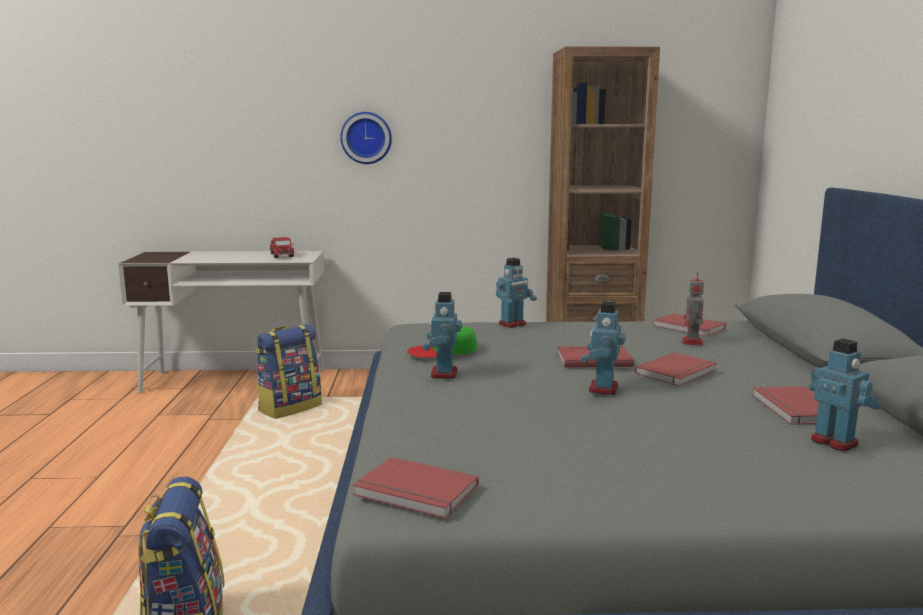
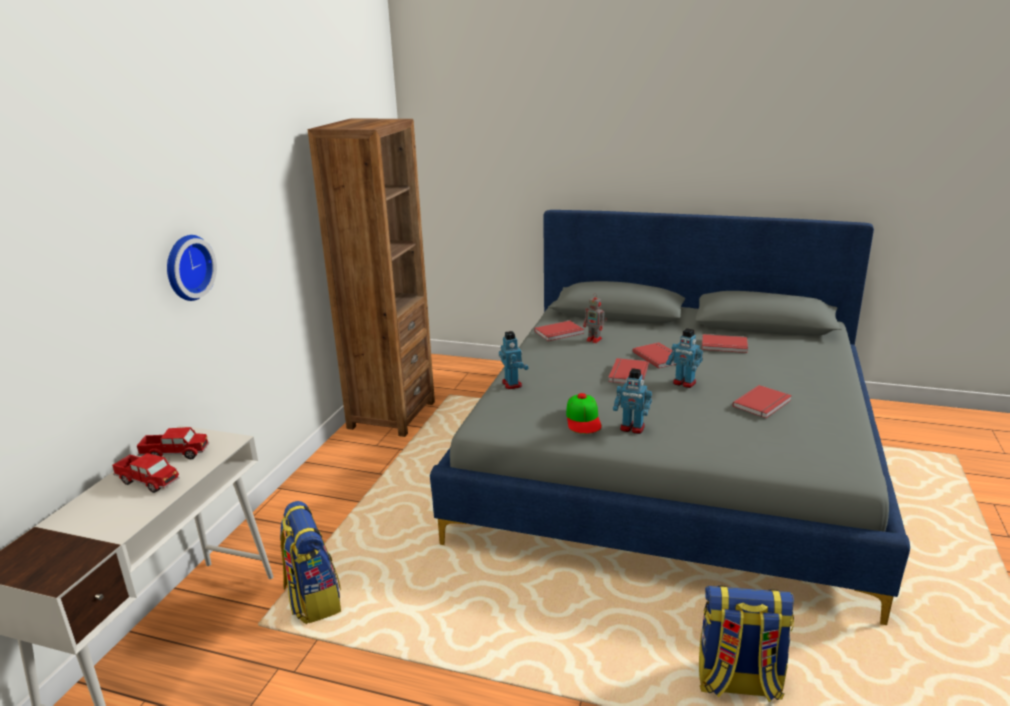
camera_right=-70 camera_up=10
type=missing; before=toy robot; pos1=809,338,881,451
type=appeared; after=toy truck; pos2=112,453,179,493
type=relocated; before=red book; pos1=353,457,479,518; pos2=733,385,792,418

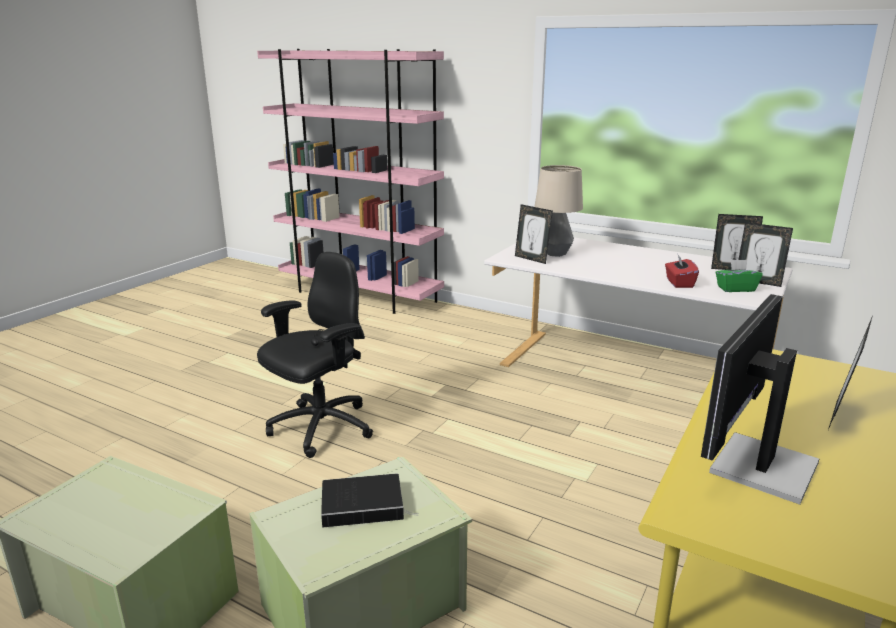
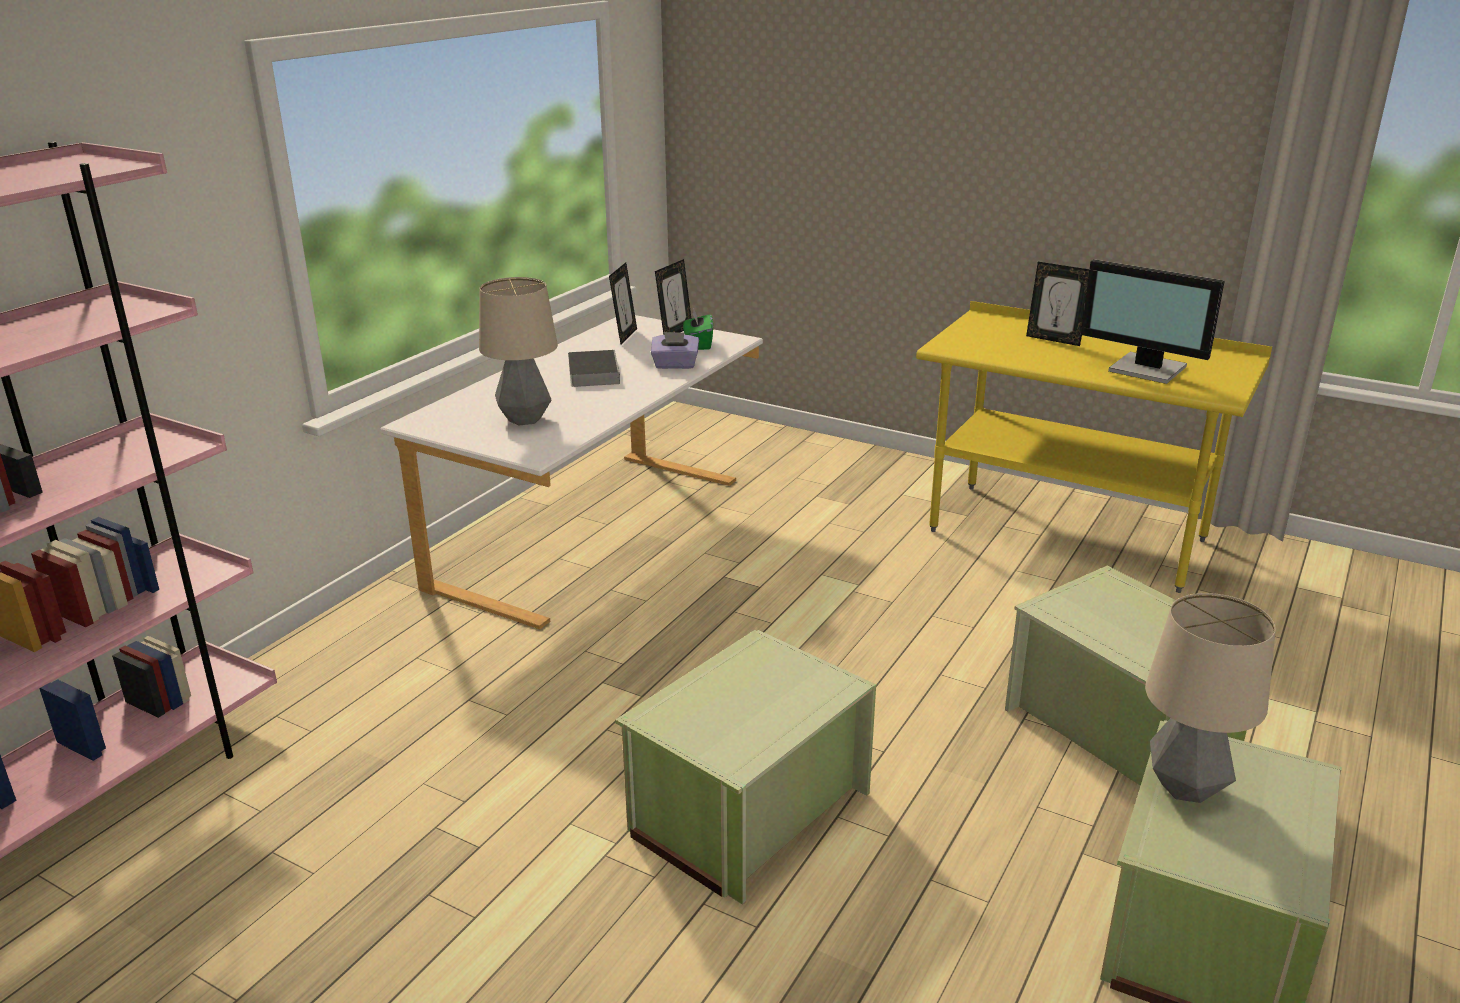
camera_right=-90 camera_up=5
type=missing; before=picture frame; pos1=515,204,553,264
type=appeared; after=table lamp; pos2=1145,593,1276,803
type=relocated; before=book; pos1=321,474,419,528; pos2=568,350,620,387
type=exchanged; before=black office chair; after=green storage box; pos1=257,252,373,458; pos2=615,630,876,905
type=colour; before=red tissue box; after=purple tissue box; pos1=665,253,699,288; pos2=651,332,699,369

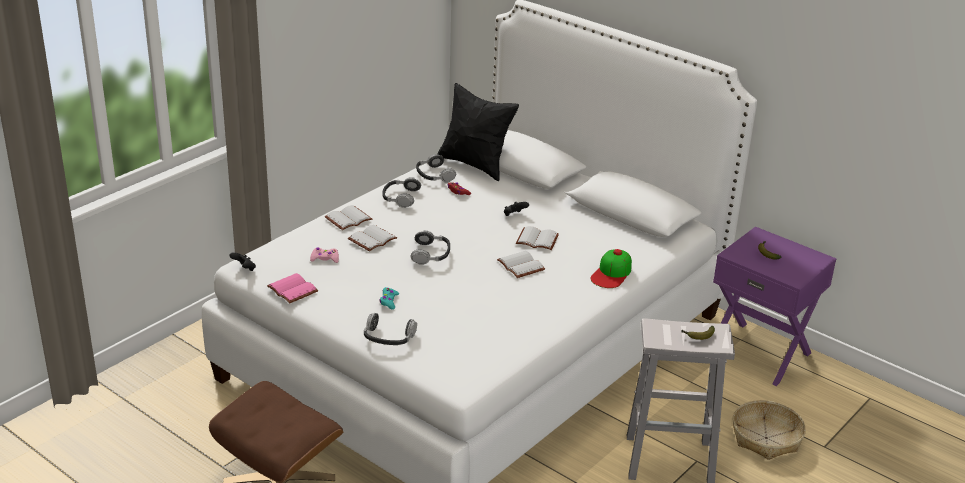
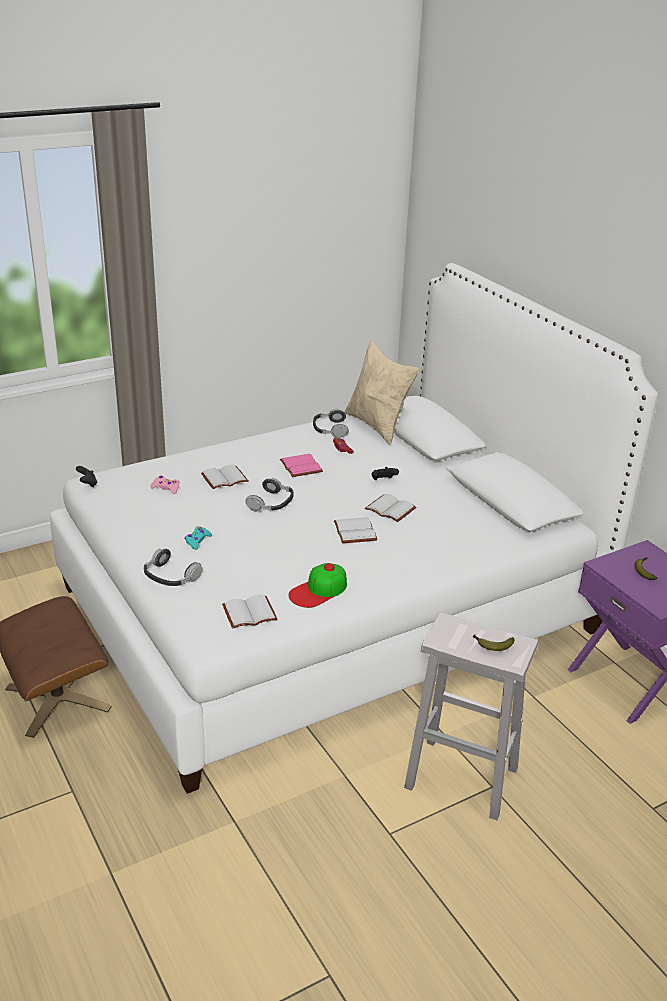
camera_right=20 camera_up=0
type=missing; before=headphones; pos1=383,177,421,208
type=missing; before=basket; pos1=733,400,806,460
type=relocated; before=pink book; pos1=267,273,318,304; pos2=280,453,323,477
type=relocated; before=white book; pos1=325,205,372,230; pos2=222,595,278,629
type=relocated; before=cap; pos1=590,249,632,288; pos2=289,563,347,608
type=colour; before=black pillow; after=beige pillow; pos1=437,83,519,181; pos2=345,340,419,445

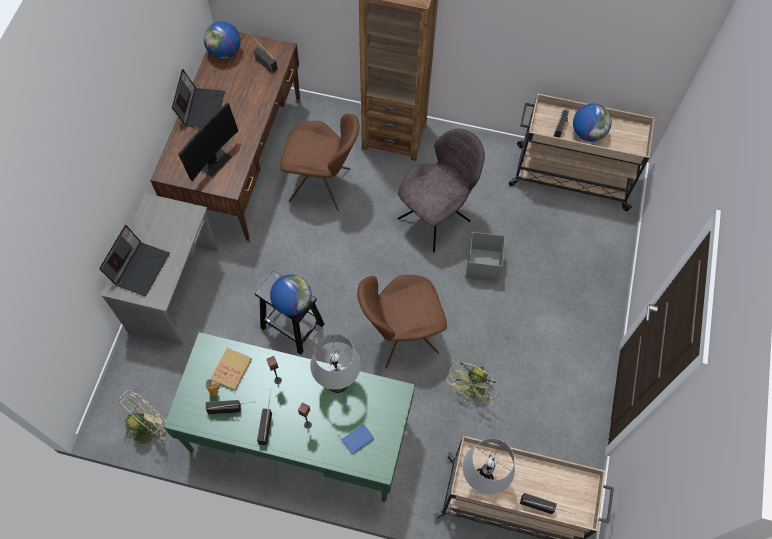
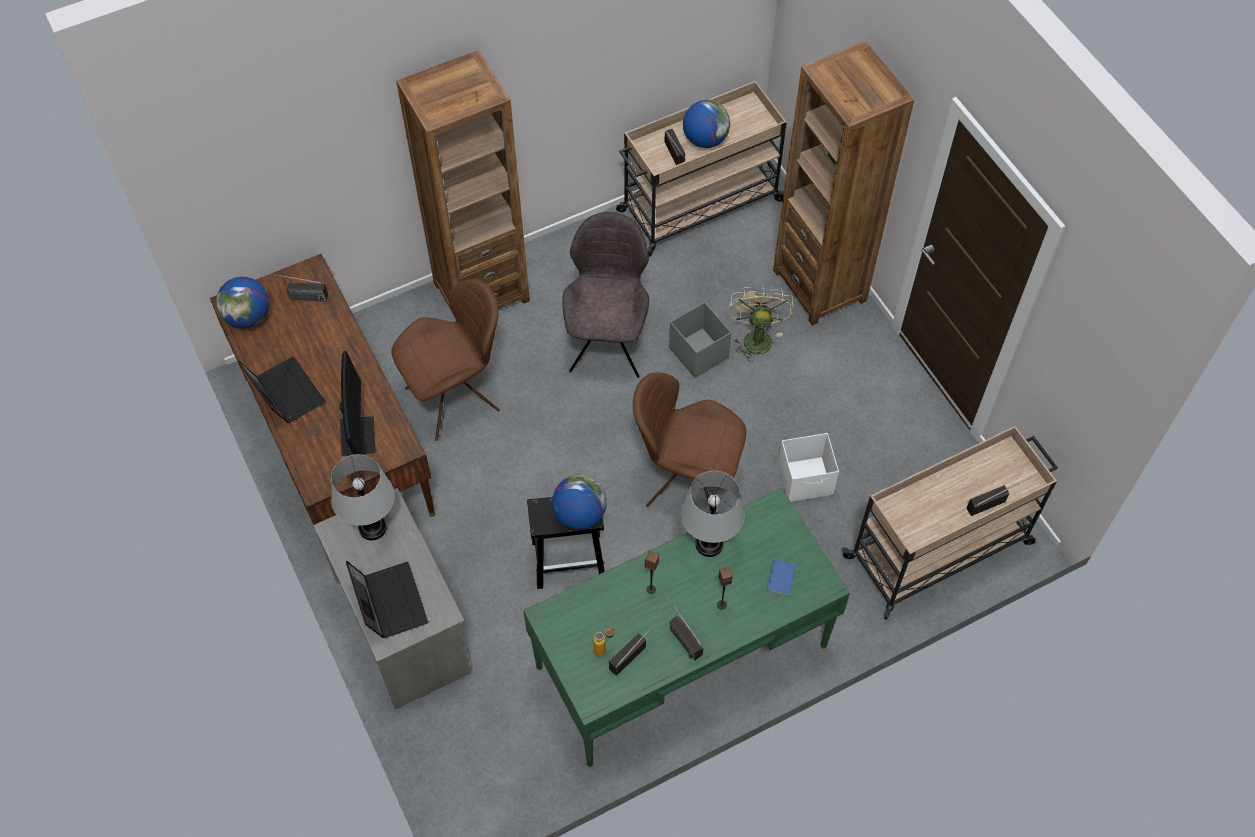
camera_right=-40 camera_up=-5
type=missing; before=book; pos1=210,348,252,391
type=appeared; after=brown bookcase; pos2=773,41,914,326
type=relocated; before=beige fan; pos1=119,390,166,444; pos2=728,285,794,362
type=relocated; before=grey table lamp; pos1=462,439,515,495; pos2=331,454,395,540
type=exchanged; before=green fan; after=white storage box; pos1=446,362,500,406; pos2=778,433,839,502
type=spun; before=brown chair; pos1=357,275,447,369; pos2=633,372,746,507; turn=75

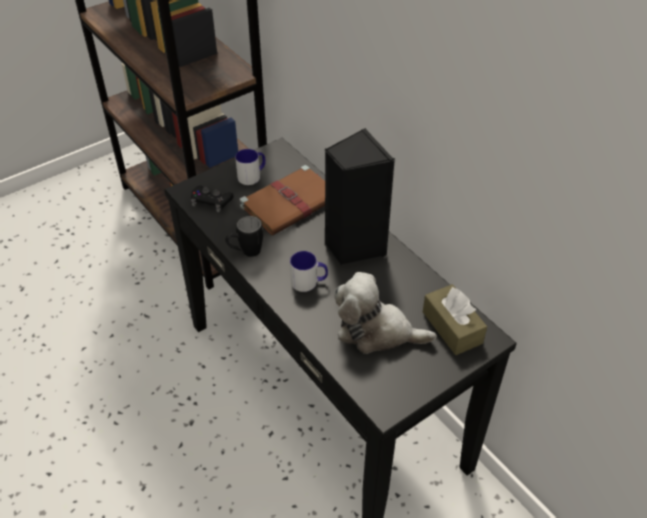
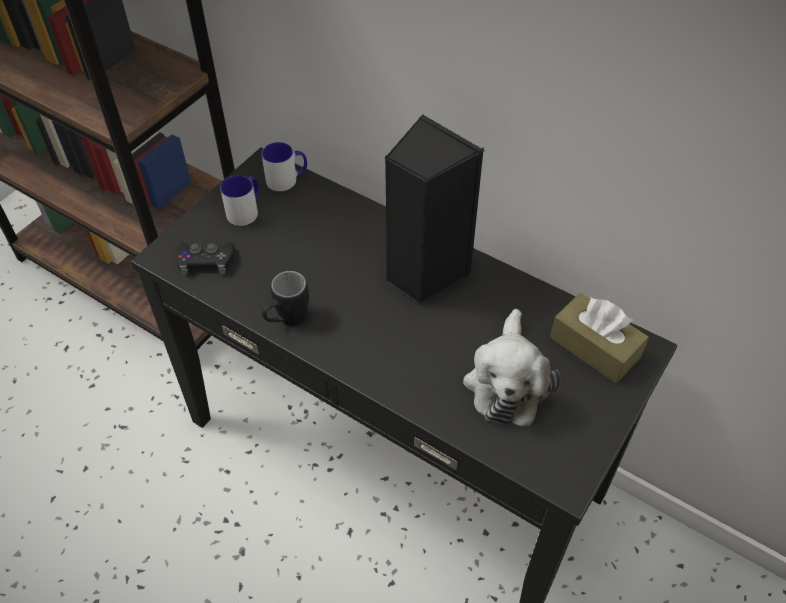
camera_right=-20 camera_up=5
type=missing; before=brown book; pos1=240,165,325,235
type=relocated; before=mug; pos1=290,251,328,292; pos2=262,142,307,191
type=spun; before=plush toy; pos1=334,272,436,354; pos2=463,309,561,426; turn=-75

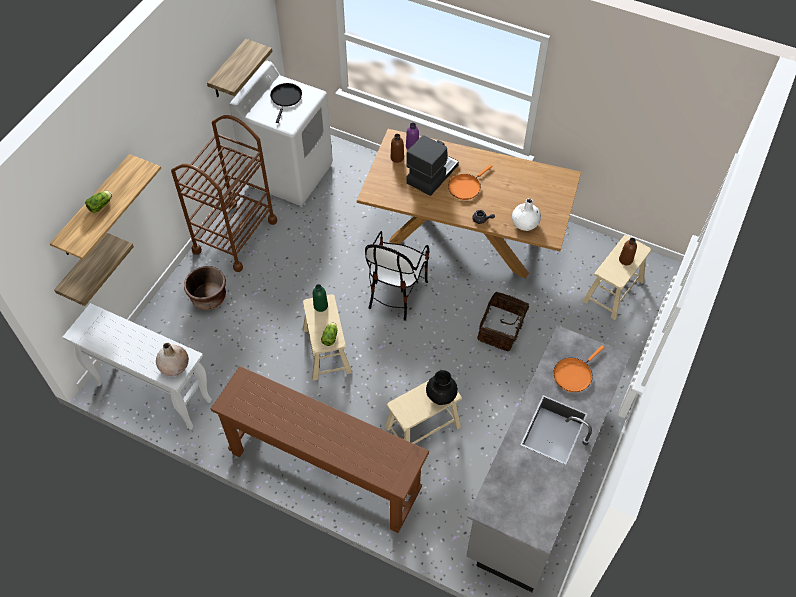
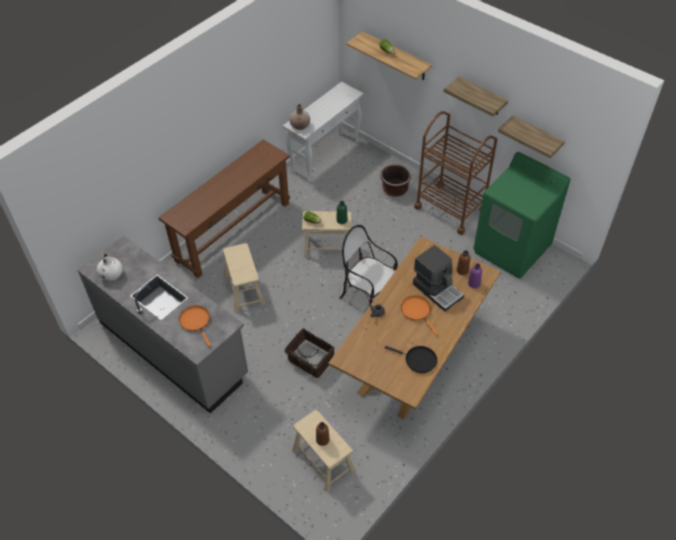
camera_right=105 camera_up=-5
type=missing; before=black vase; pos1=426,370,458,405
type=relocated; before=shelf; pos1=54,233,134,306; pos2=444,77,508,116
type=relocated; before=black frying pan; pos1=270,83,302,123; pos2=384,346,437,373
type=relocated; before=white vase; pos1=512,198,541,231; pos2=97,254,122,281
type=colour; before=white washing machine; after=green washing machine; pos1=230,61,333,206; pos2=474,152,570,279

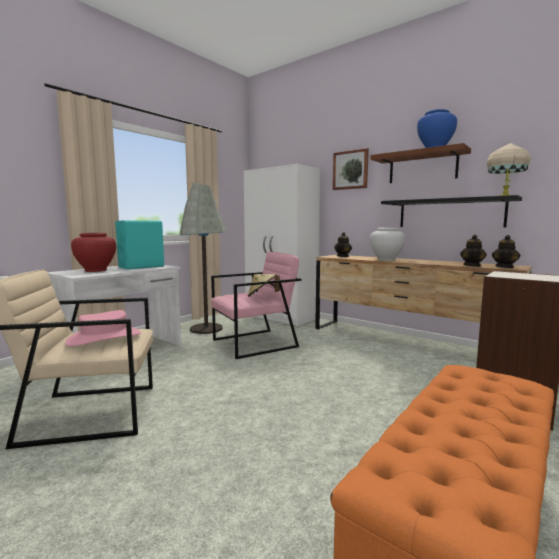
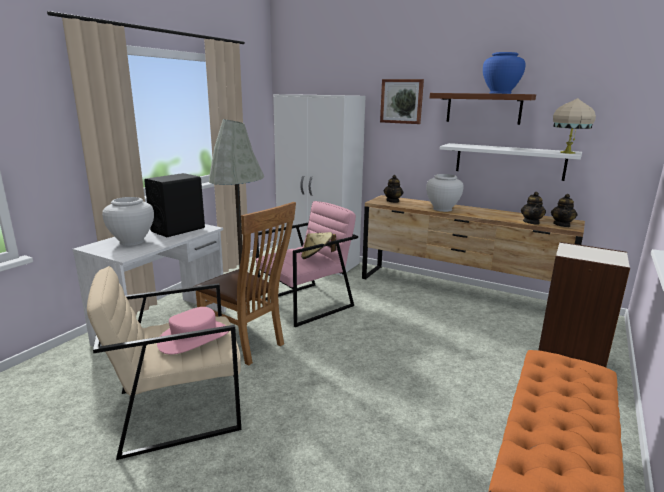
camera_right=-10 camera_up=10
type=appeared; after=brown chair; pos2=195,202,296,366
type=colour; before=red vase; after=white vase; pos1=71,233,116,272; pos2=102,197,154,246
type=colour; before=turquoise speaker; after=black speaker; pos1=115,220,164,270; pos2=144,173,205,237
type=colour; before=black shelf; after=white shelf; pos1=381,195,522,228; pos2=440,143,582,181

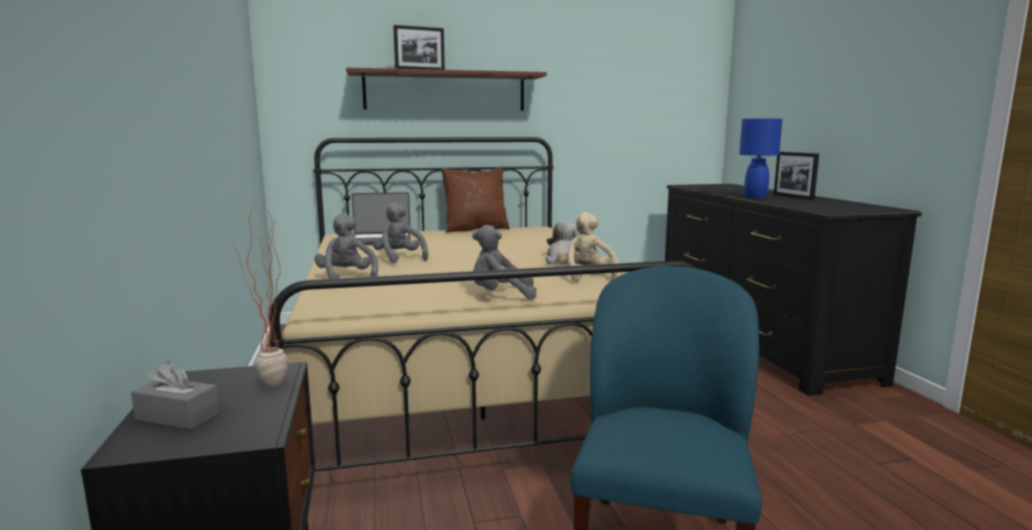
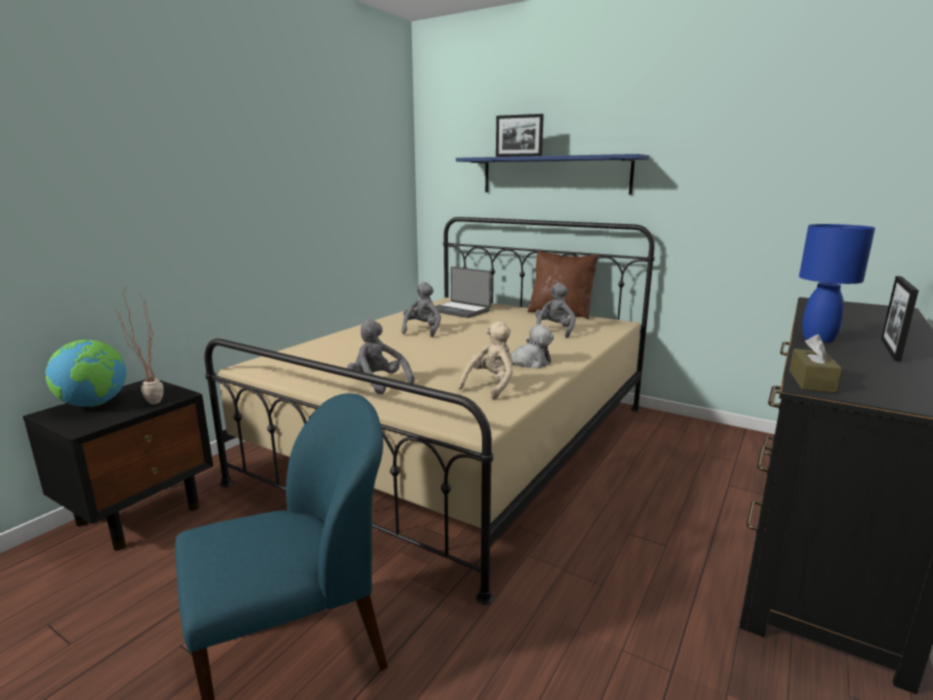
camera_right=45 camera_up=5
type=appeared; after=brown tissue box; pos2=789,334,842,393
type=relocated; before=grey plush toy; pos1=314,213,378,279; pos2=535,283,576,338
type=exchanged; before=grey tissue box; after=globe; pos1=131,361,219,429; pos2=45,340,126,407
type=colour; before=brown shelf; after=blue shelf; pos1=346,67,547,111; pos2=456,154,649,195

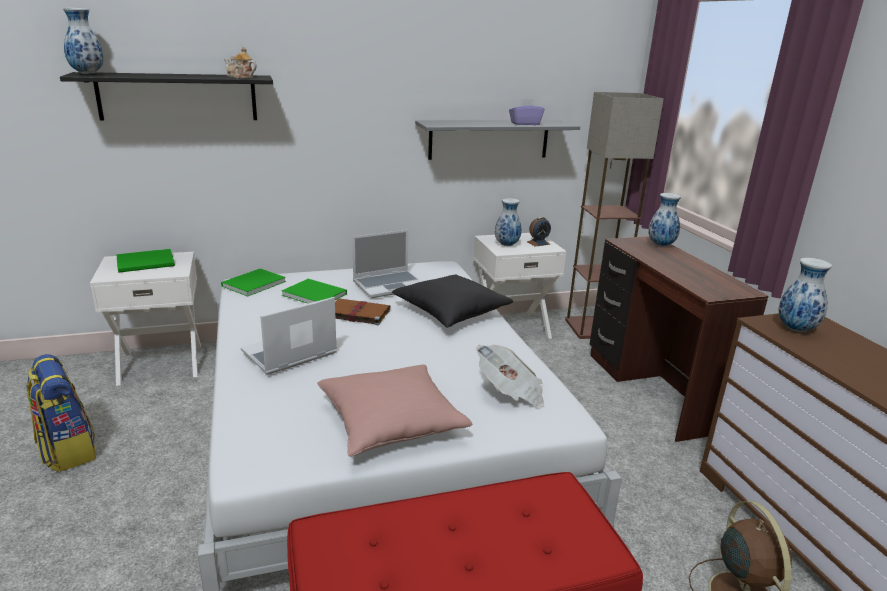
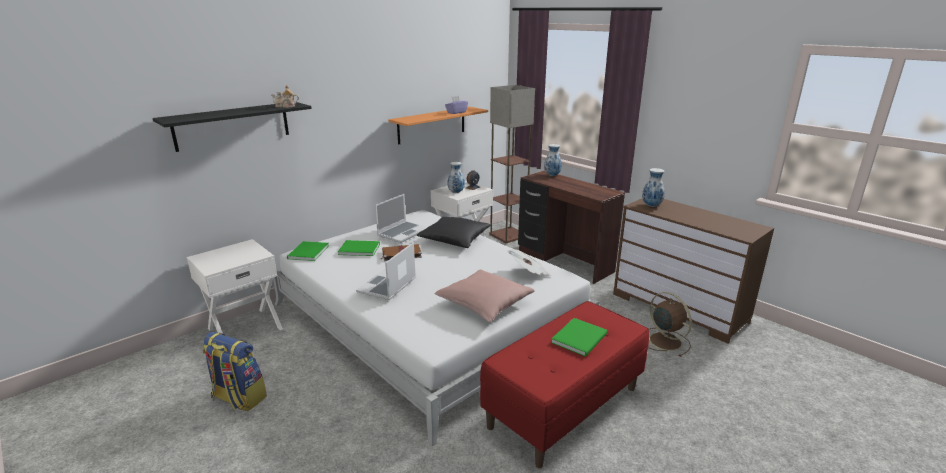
camera_right=-25 camera_up=0
type=missing; before=vase; pos1=63,8,104,74
type=relocated; before=green book; pos1=116,249,175,273; pos2=551,318,608,357
type=colour; before=grey shelf; after=orange shelf; pos1=415,120,580,160; pos2=388,107,488,145

